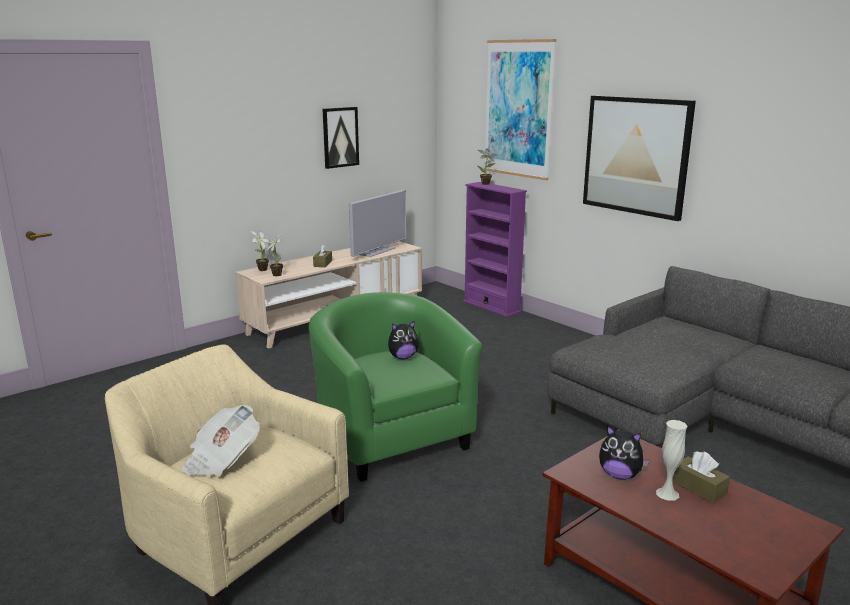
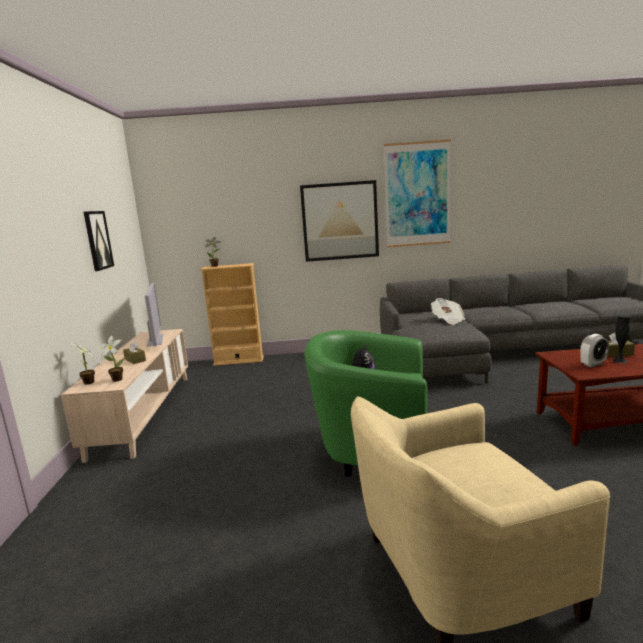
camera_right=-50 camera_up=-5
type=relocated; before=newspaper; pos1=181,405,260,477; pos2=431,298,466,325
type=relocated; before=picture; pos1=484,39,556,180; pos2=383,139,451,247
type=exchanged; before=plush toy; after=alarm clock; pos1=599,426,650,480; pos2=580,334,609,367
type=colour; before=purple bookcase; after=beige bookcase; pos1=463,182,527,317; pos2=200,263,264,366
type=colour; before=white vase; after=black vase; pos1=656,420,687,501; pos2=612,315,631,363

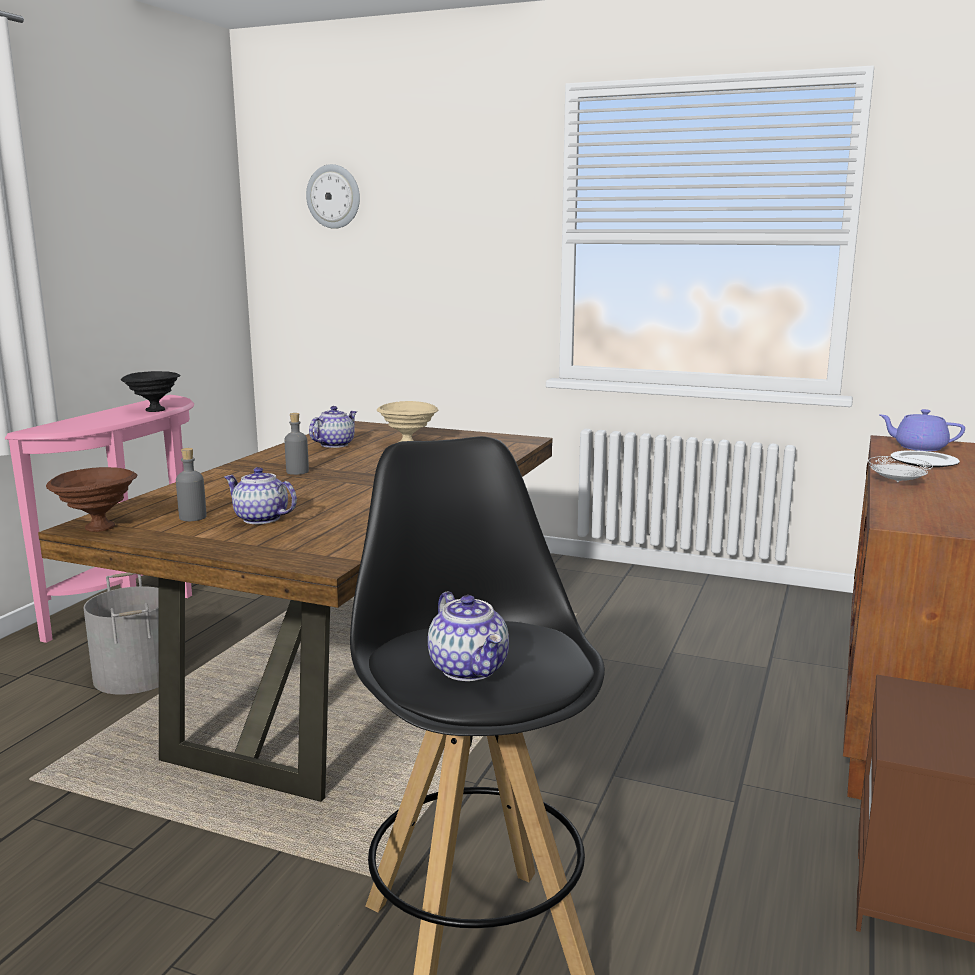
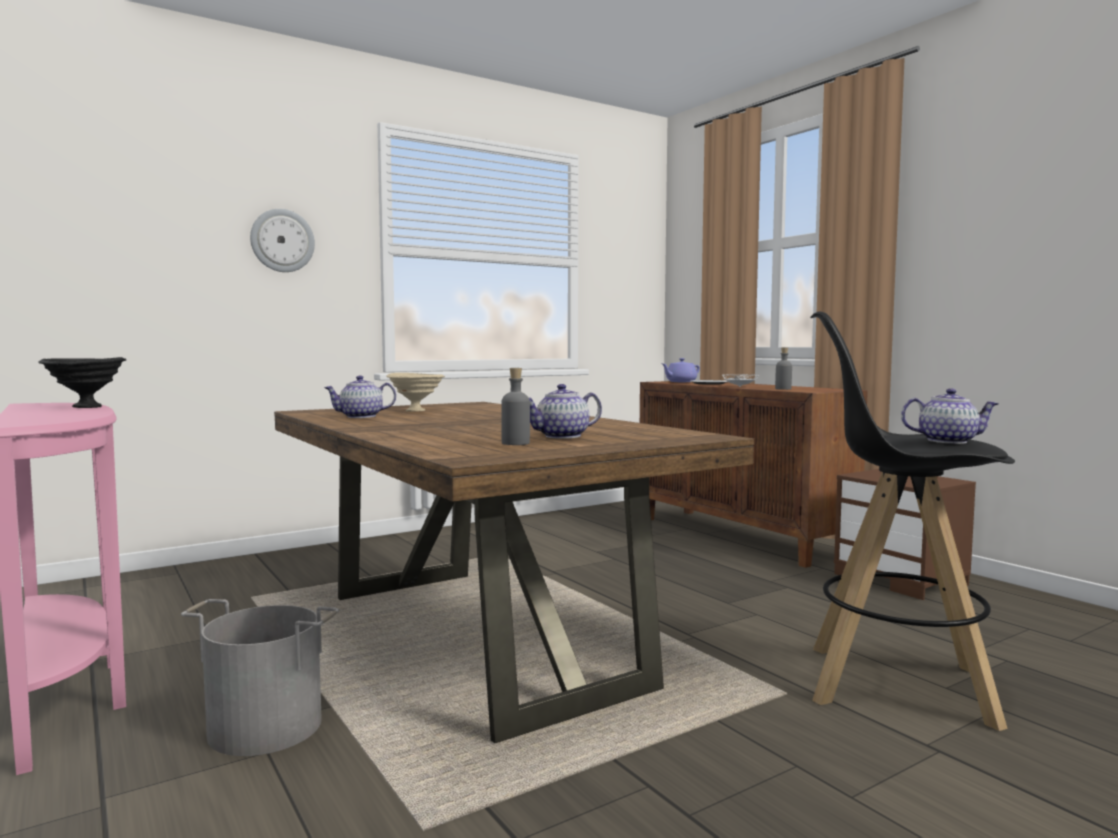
camera_right=-55 camera_up=-10
type=missing; before=brown bowl; pos1=46,467,137,532
type=relocated; before=grey bottle; pos1=284,413,309,475; pos2=775,347,792,390
type=relocated; before=wall clock; pos1=306,164,360,229; pos2=250,209,315,272
type=spun; before=teapot; pos1=309,406,357,448; pos2=324,376,396,418; turn=-90

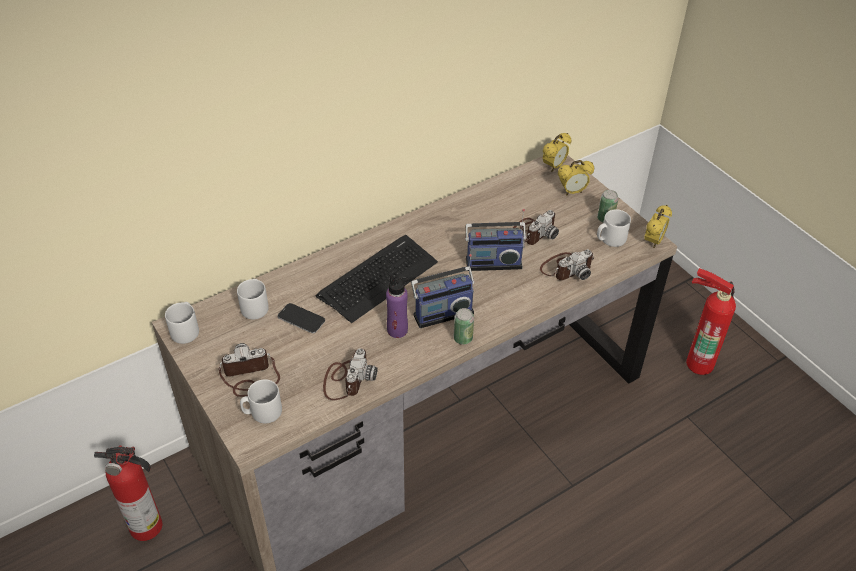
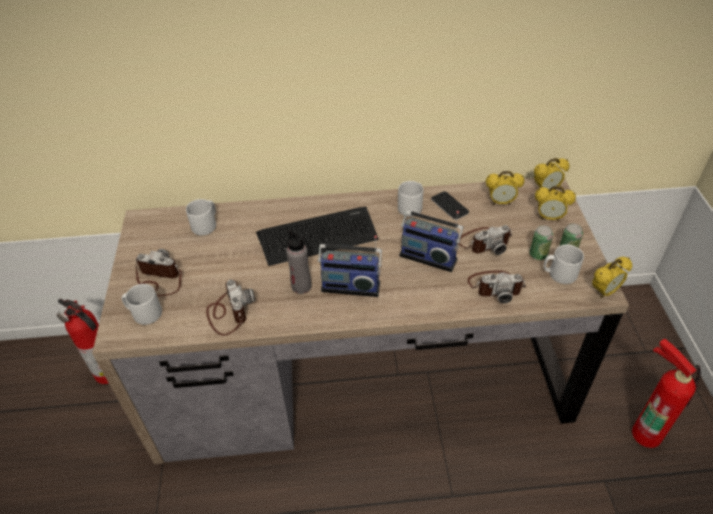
camera_right=30 camera_up=0
type=appeared; after=alarm clock; pos2=486,171,525,205
type=relocated; before=grey mug; pos1=165,302,199,344; pos2=398,181,423,217
type=relocated; before=phone; pos1=278,303,325,333; pos2=431,191,469,220
type=relocated; before=can; pos1=454,308,474,345; pos2=530,225,553,260
type=colour; before=purple bottle; after=grey bottle; pos1=386,276,408,338; pos2=286,230,311,294
type=spun; before=photo camera; pos1=323,348,378,400; pos2=206,280,256,336; turn=-60

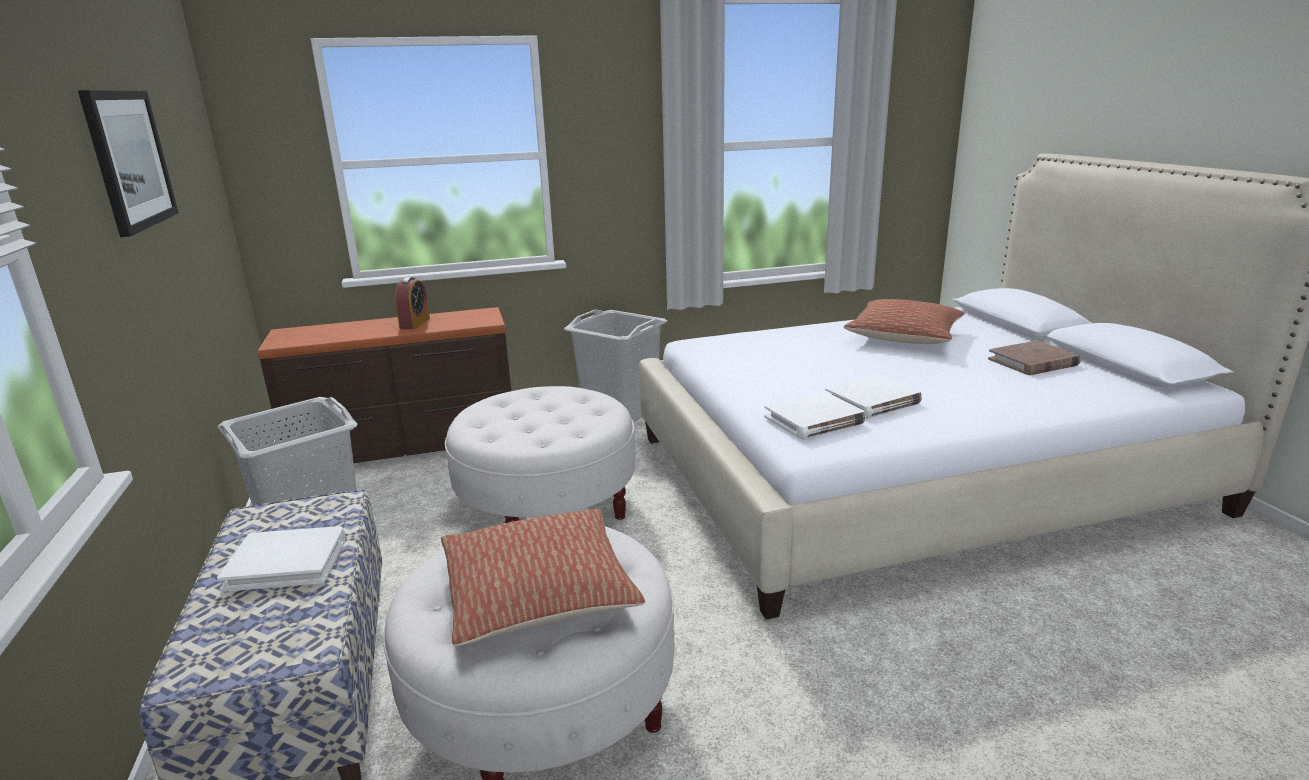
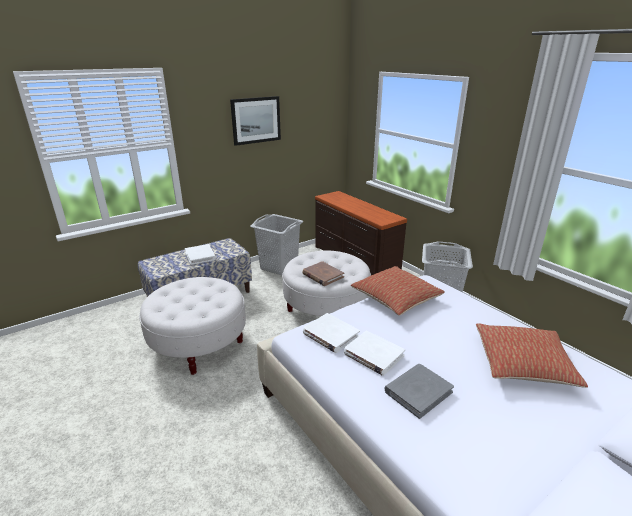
camera_right=70 camera_up=5
type=missing; before=alarm clock; pos1=395,277,430,329
type=appeared; after=grey book; pos2=384,364,454,419
type=relocated; before=pillow; pos1=441,509,645,646; pos2=351,266,445,316
type=relocated; before=brown book; pos1=988,340,1081,375; pos2=302,261,344,286

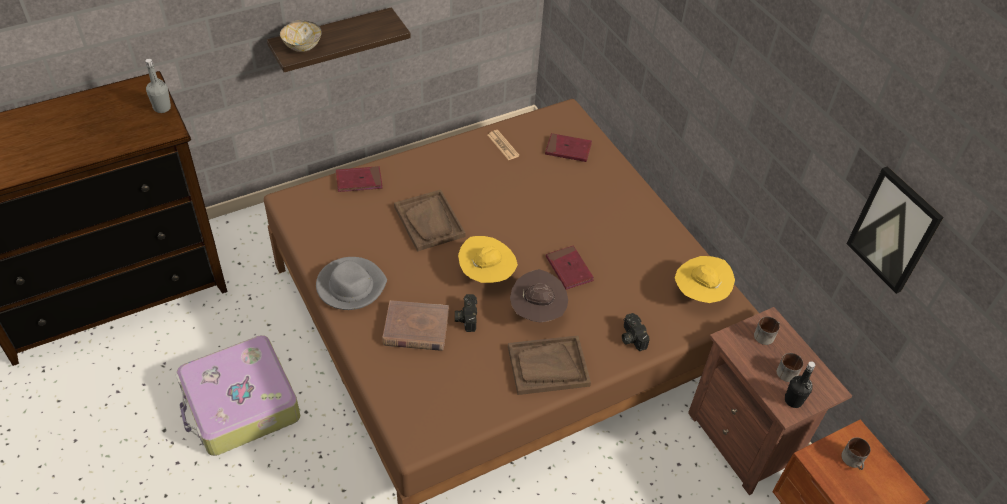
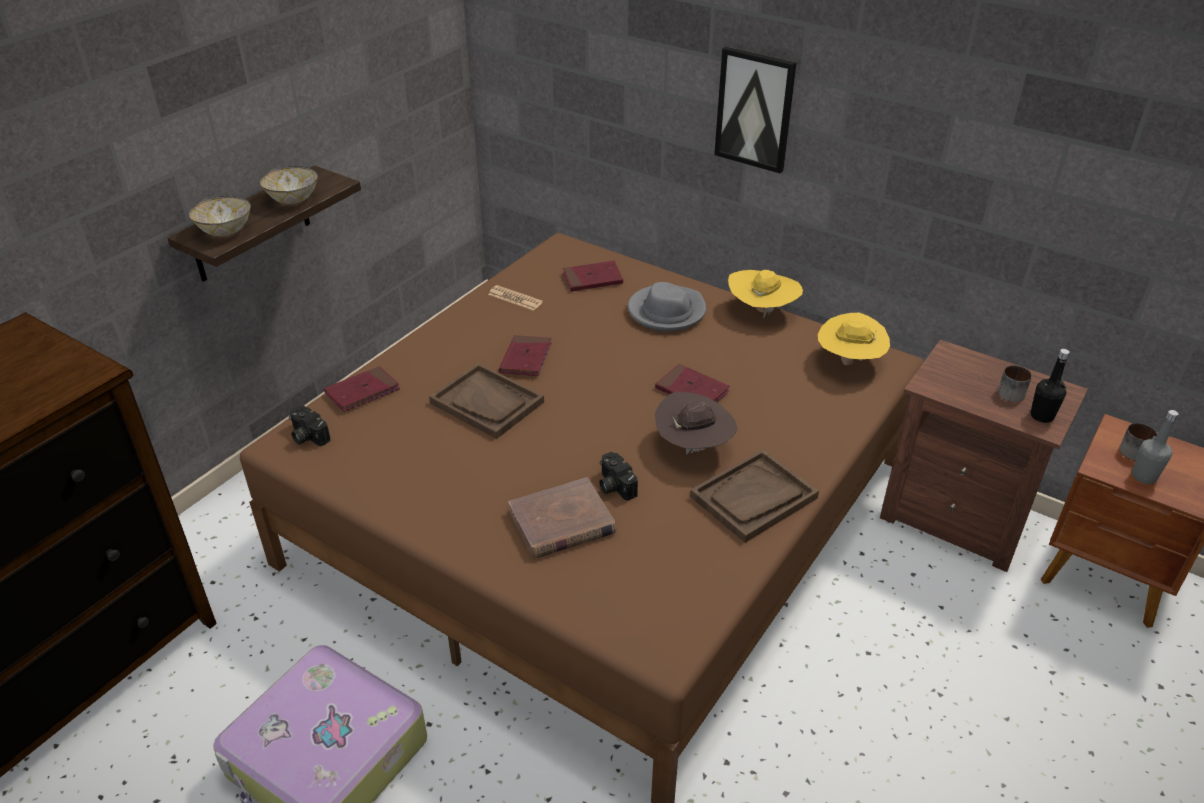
camera_right=-25 camera_up=-10
type=missing; before=mug; pos1=754,317,780,345
type=appeared; after=bowl; pos2=260,166,318,204
type=appeared; after=red book; pos2=499,335,552,376
type=relocated; before=grey bottle; pos1=145,58,171,113; pos2=1132,410,1178,484
type=relocated; before=grey hat; pos1=316,257,387,310; pos2=628,282,706,332
type=relocated; before=yellow hat; pos1=458,236,518,283; pos2=728,270,803,318
type=relocated; before=photo camera; pos1=622,313,649,351; pos2=289,406,331,446
type=relocated; before=picture; pos1=846,166,944,294; pos2=714,47,797,173

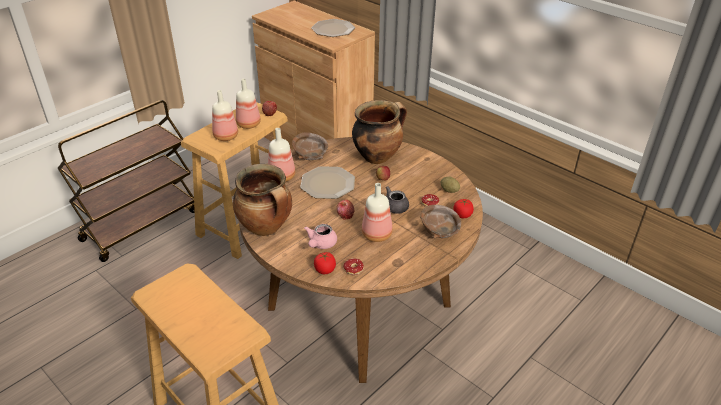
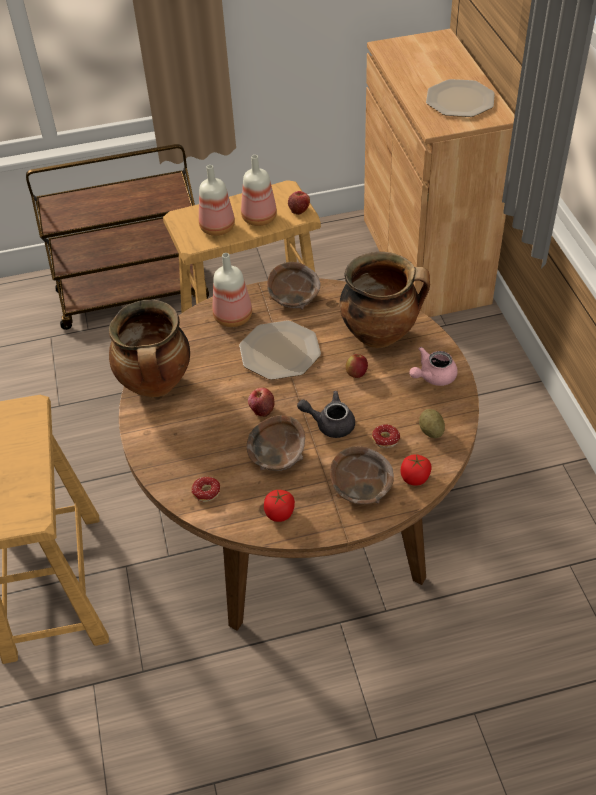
camera_right=35 camera_up=10
type=relocated; before=pink teapot; pos1=304,224,337,249; pos2=409,347,458,386
type=relocated; before=tomato; pos1=314,252,336,274; pos2=264,490,295,522
type=exchanged; before=bottle; after=brown bowl; pos1=362,183,393,242; pos2=247,415,305,471

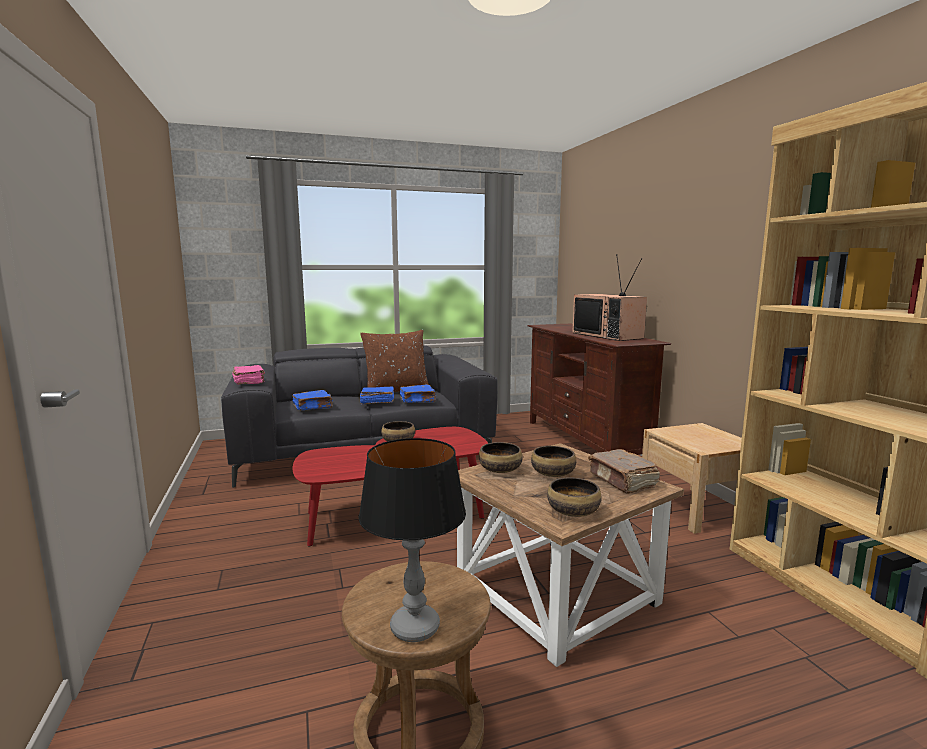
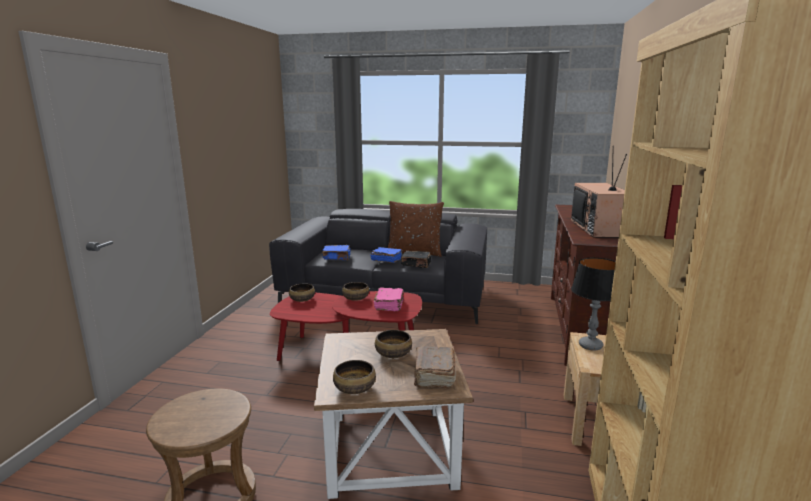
camera_right=30 camera_up=5
type=relocated; before=pink book; pos1=232,365,265,385; pos2=374,287,404,311
type=relocated; before=table lamp; pos1=359,438,466,642; pos2=571,258,616,351
type=relocated; before=bowl; pos1=479,442,523,473; pos2=289,283,315,302
type=colour; before=blue book; after=black book; pos1=400,384,436,403; pos2=401,251,431,268

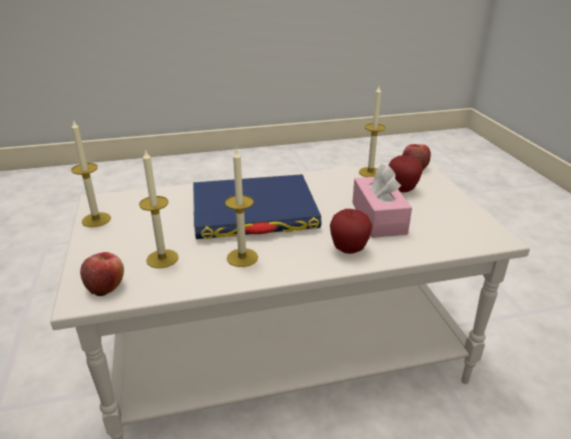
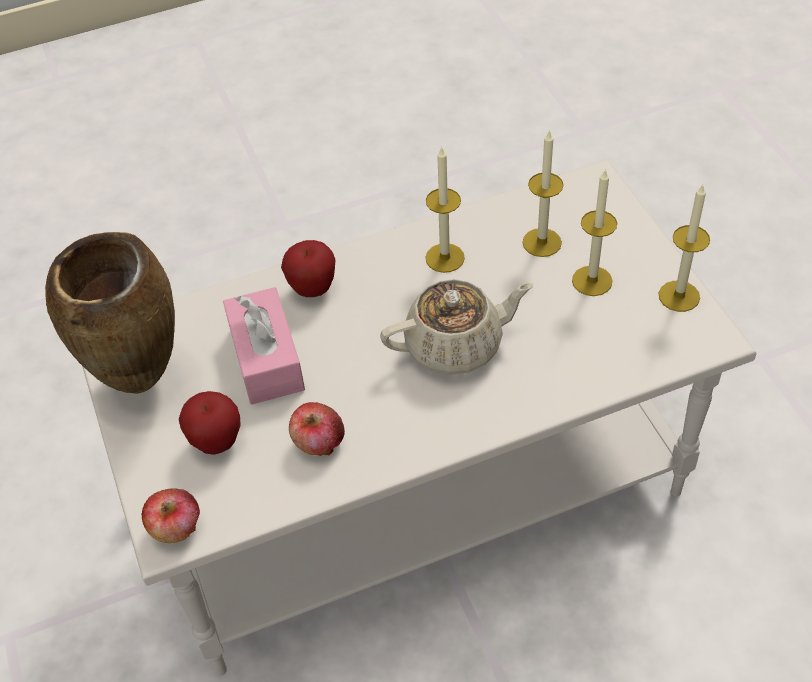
camera_right=175 camera_up=20
type=appeared; after=brown vase; pos2=45,232,175,394
type=relocated; before=apple; pos1=80,252,124,296; pos2=289,402,345,456
type=relocated; before=candle; pos1=359,86,386,177; pos2=572,169,617,296
type=exchanged; before=blue book; after=beige teapot; pos1=193,174,321,239; pos2=380,279,534,375

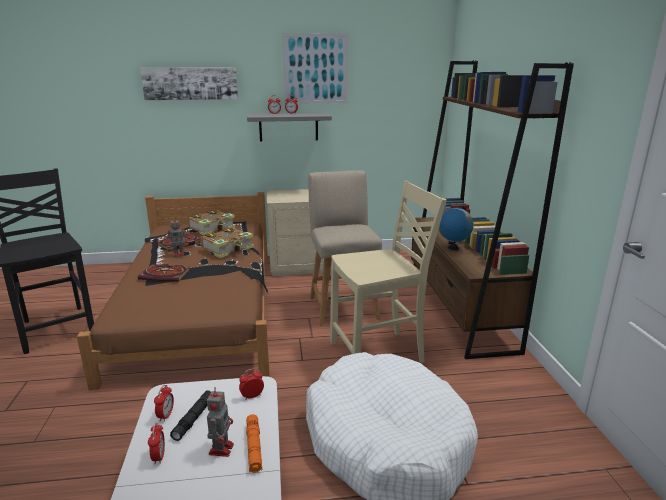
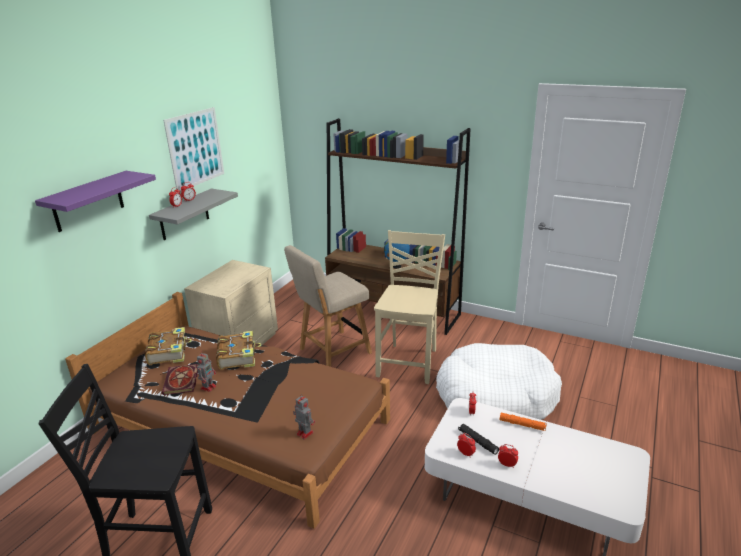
camera_right=-55 camera_up=5
type=missing; before=book; pos1=138,264,190,282
type=relocated; before=toy robot; pos1=207,387,234,457; pos2=293,394,315,439
type=exchanged; before=picture; after=purple shelf; pos1=140,67,238,100; pos2=35,171,156,232
type=spun; before=beige chair; pos1=308,170,382,326; pos2=284,245,372,367; turn=-60

